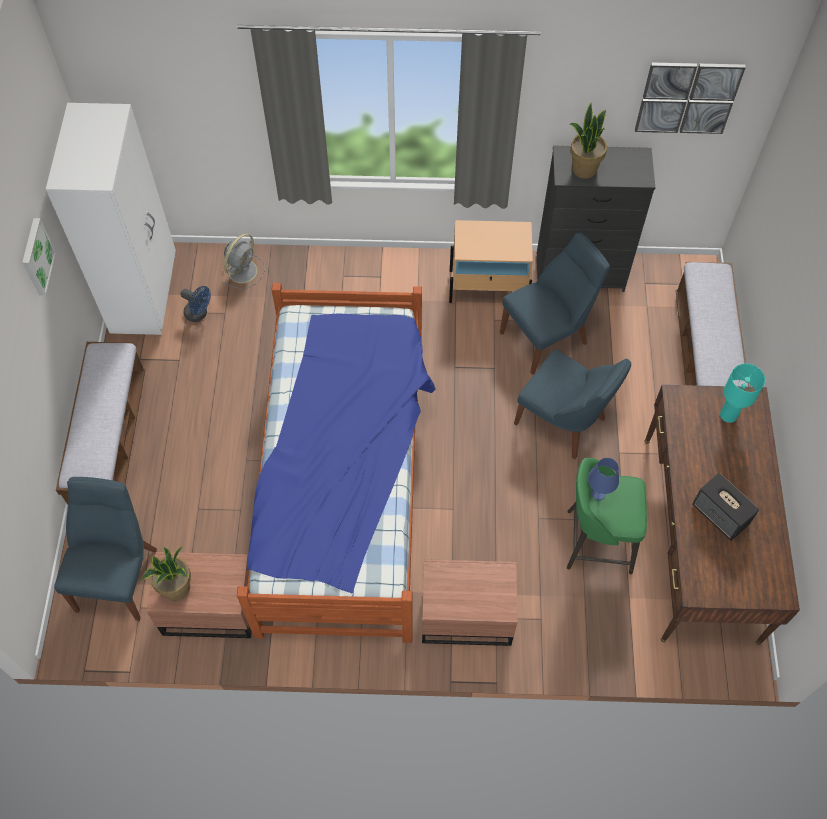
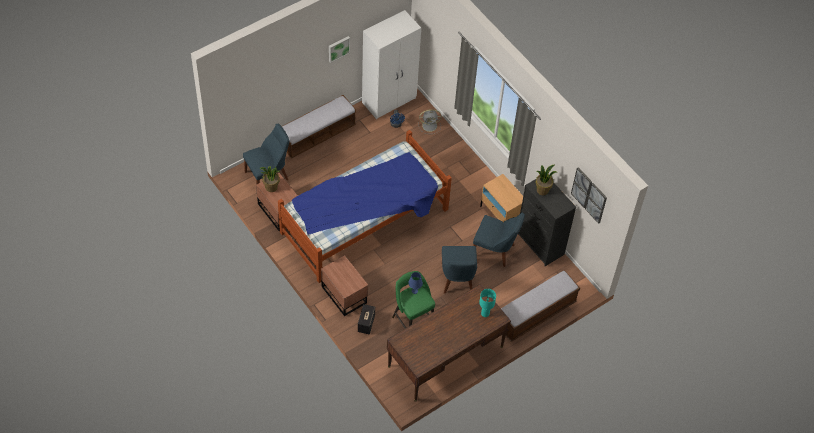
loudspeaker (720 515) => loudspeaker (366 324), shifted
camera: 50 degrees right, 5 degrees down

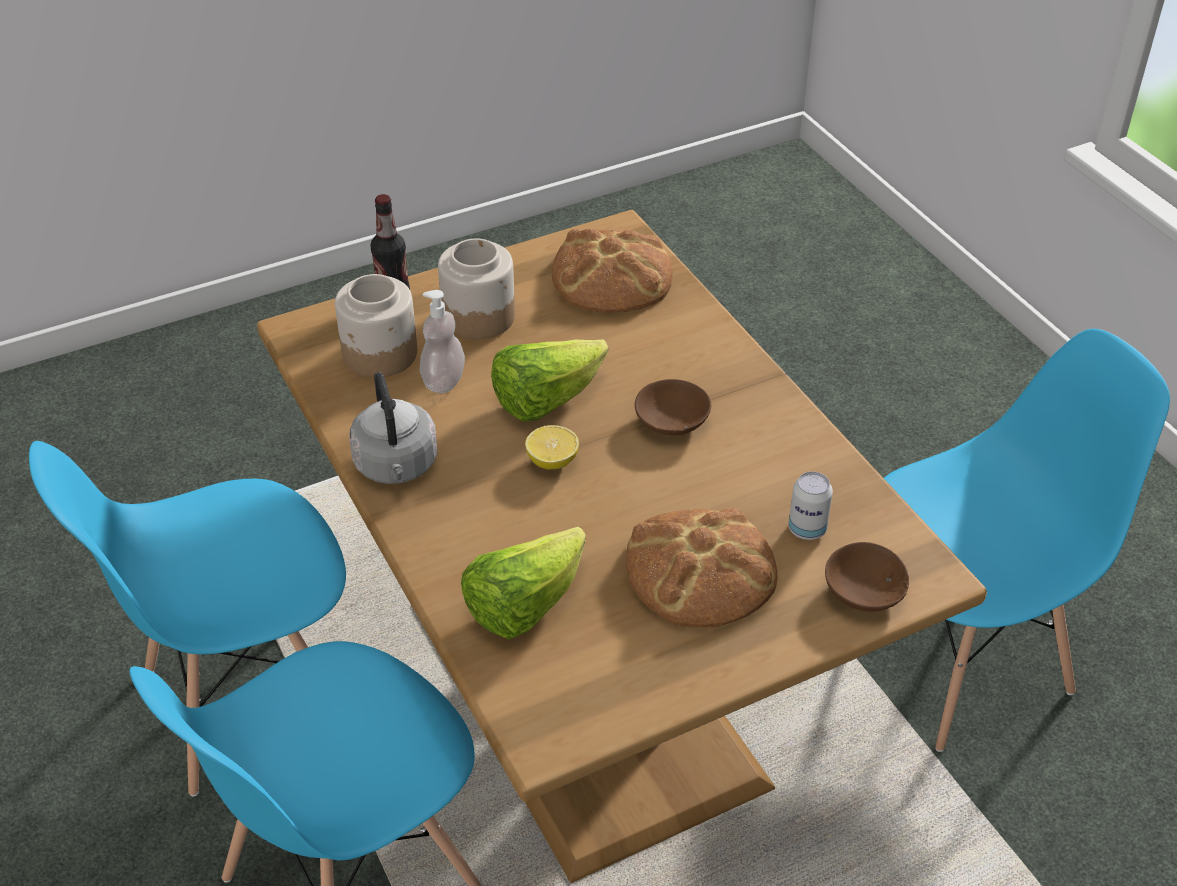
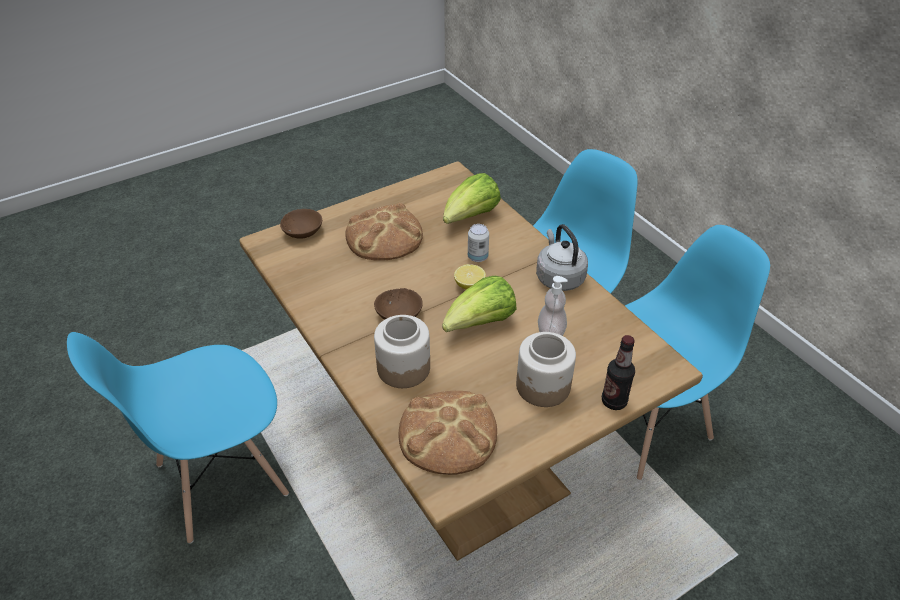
jar (380 354) => jar (403 368), shifted
can (807 529) => can (477 257), shifted
camera: 175 degrees right, 0 degrees up

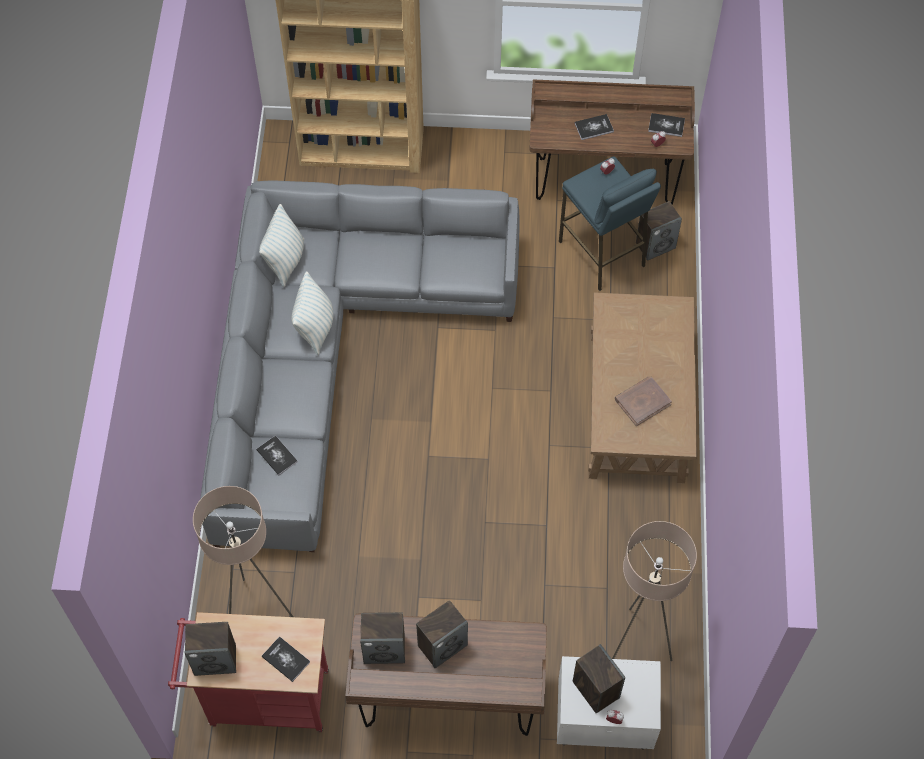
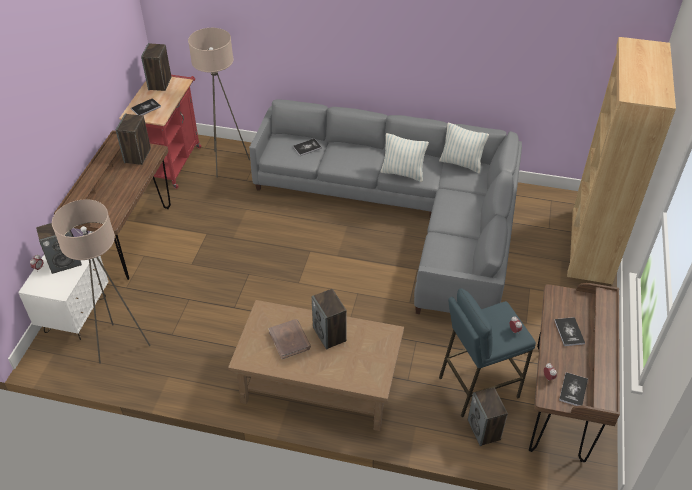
loudspeaker (442 645) => loudspeaker (330 334), shifted
camera: 100 degrees right, 15 degrees down

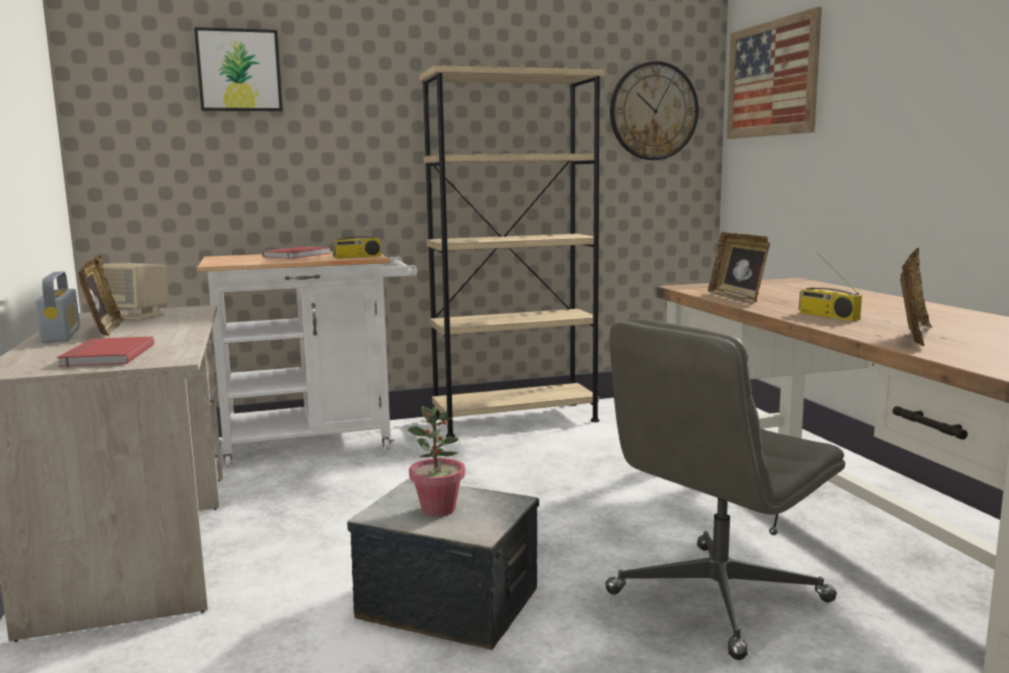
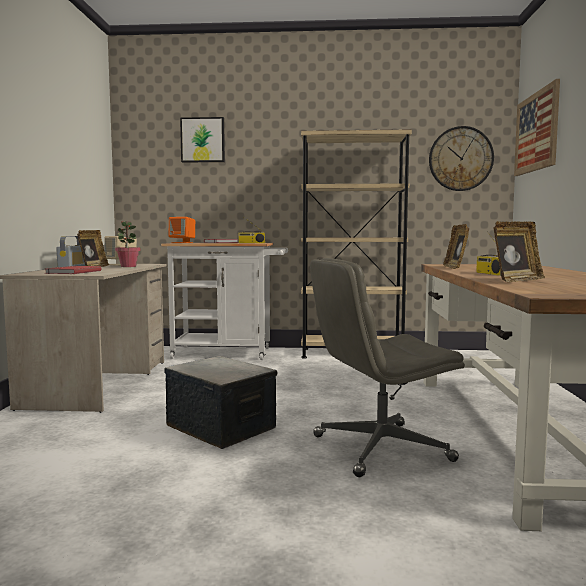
plant in a pot (438 510) => plant in a pot (128 266), shifted
nothing => loudspeaker in orangey (182 242)
camera: 20 degrees right, 5 degrees down

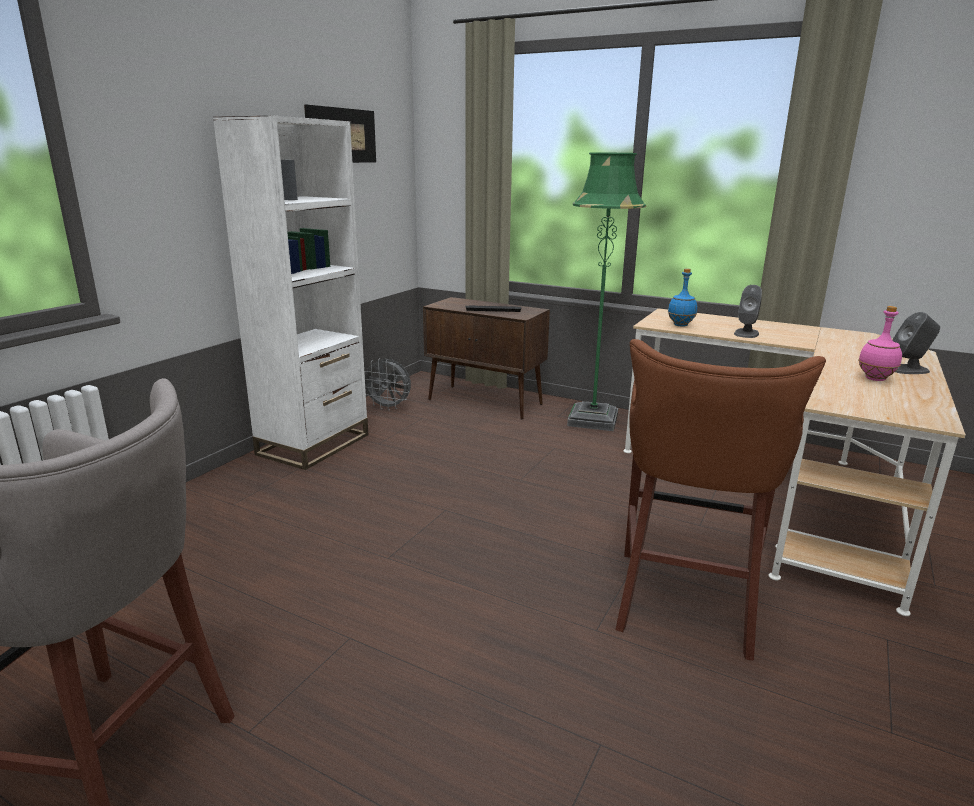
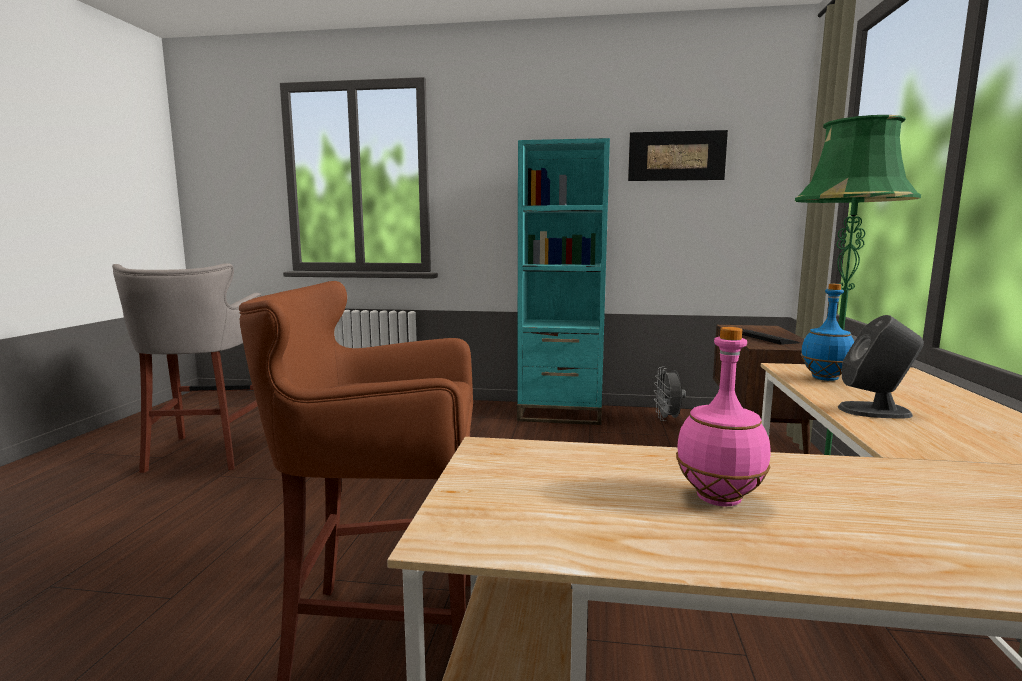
shelving unit in white (314 444) => shelving unit in blue-green (560 414)
loudspeaker in grey (908 369) => nothing
camera: 70 degrees right, 10 degrees down

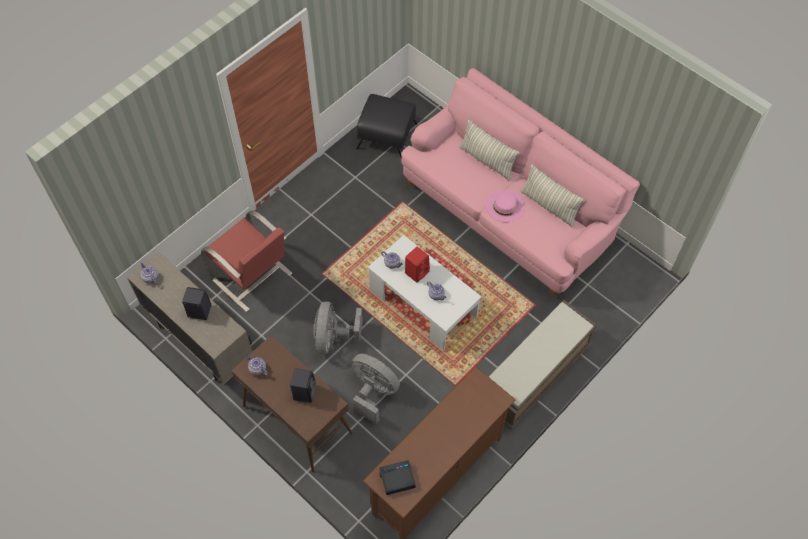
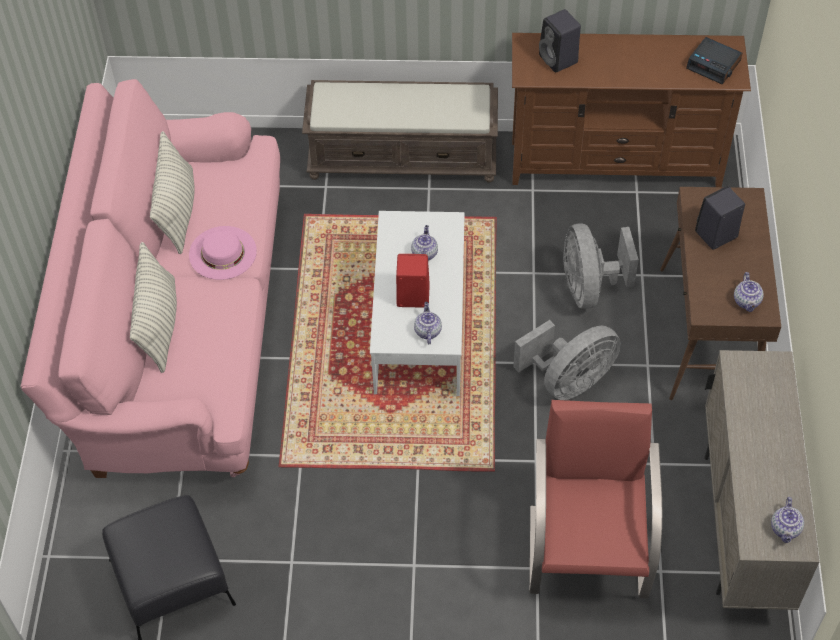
loudspeaker in black (198 311) => loudspeaker in black (559 60), shifted
camera: 130 degrees left, 5 degrees down

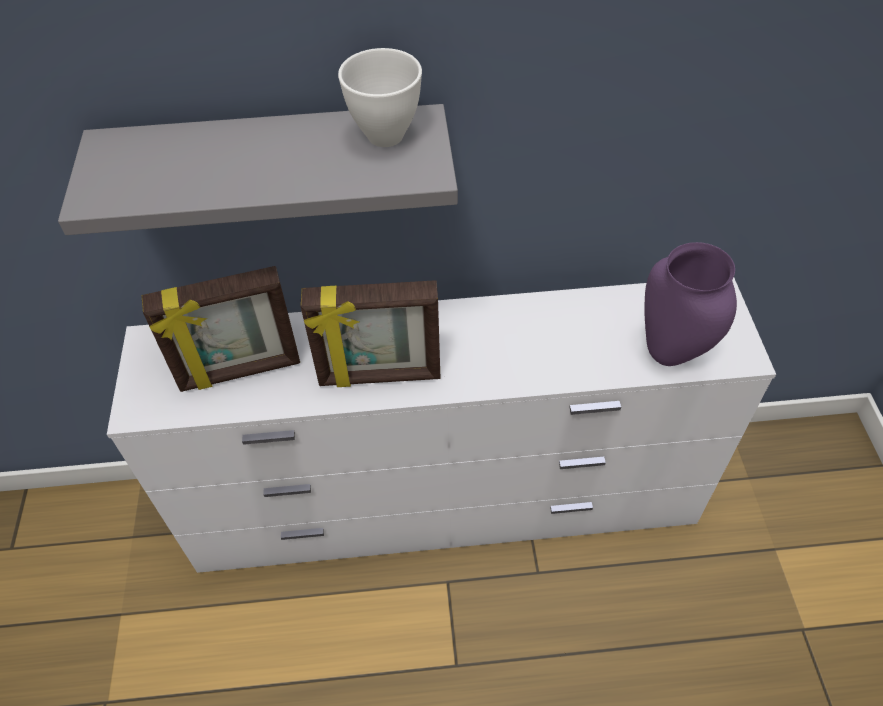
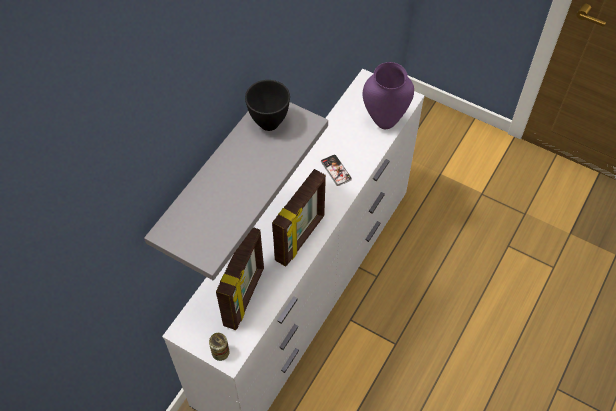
serving bowl in white (387 135) => serving bowl in black (268 122)
nothing => telephone (336 170)
nothing => can (220 353)
camera: 55 degrees left, 5 degrees up

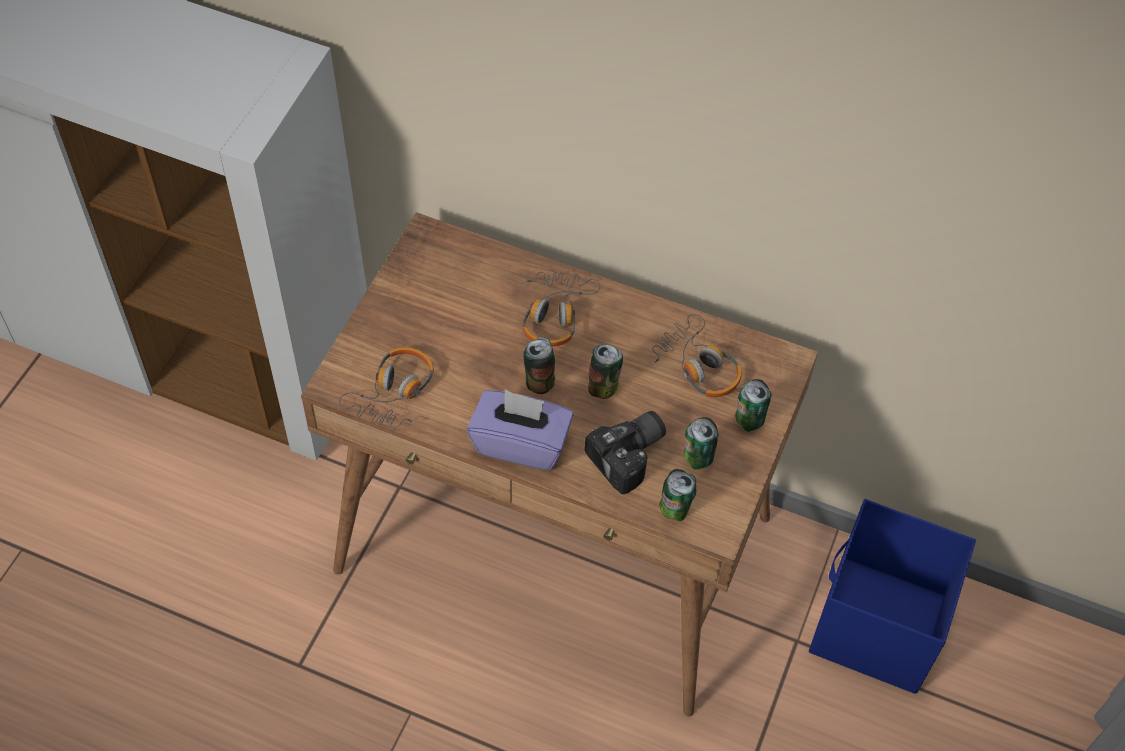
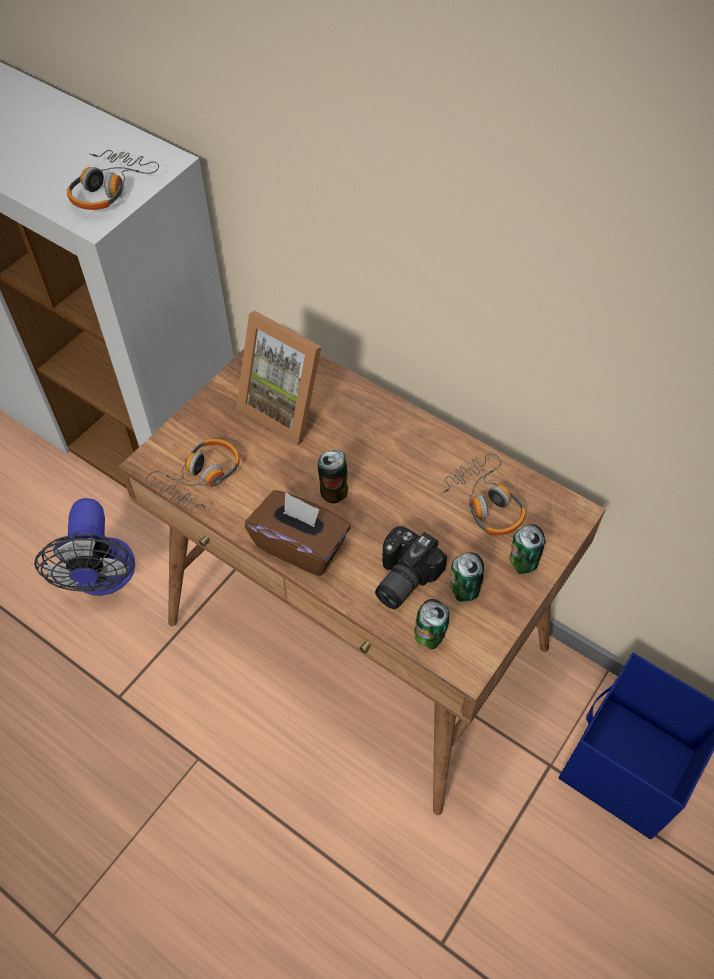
headphones (555 315) => headphones (109 189), shifted
can (604 387) => nothing
tissue holder in purplish (521 443) => tissue holder in brownish (300 545)
still camera (631 457) => still camera (400 577), 150 degrees clockwise
nothing => photo frame (286 407)
nothing => electric fan (103 578)
camera: 15 degrees right, 0 degrees up

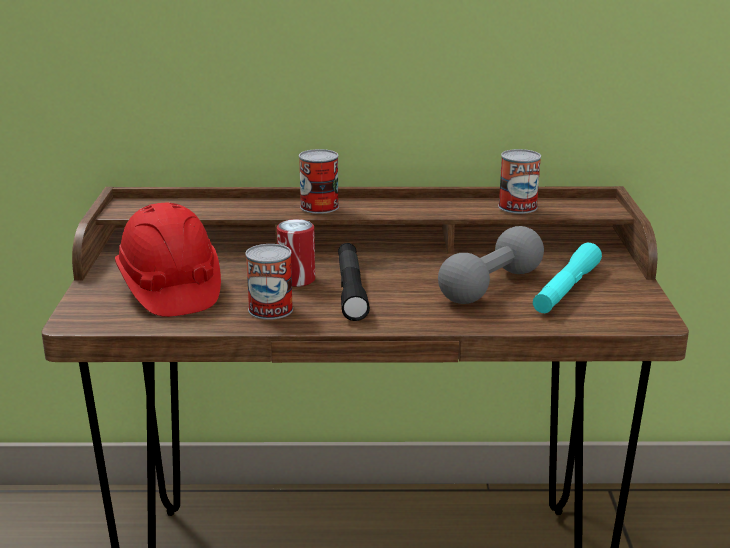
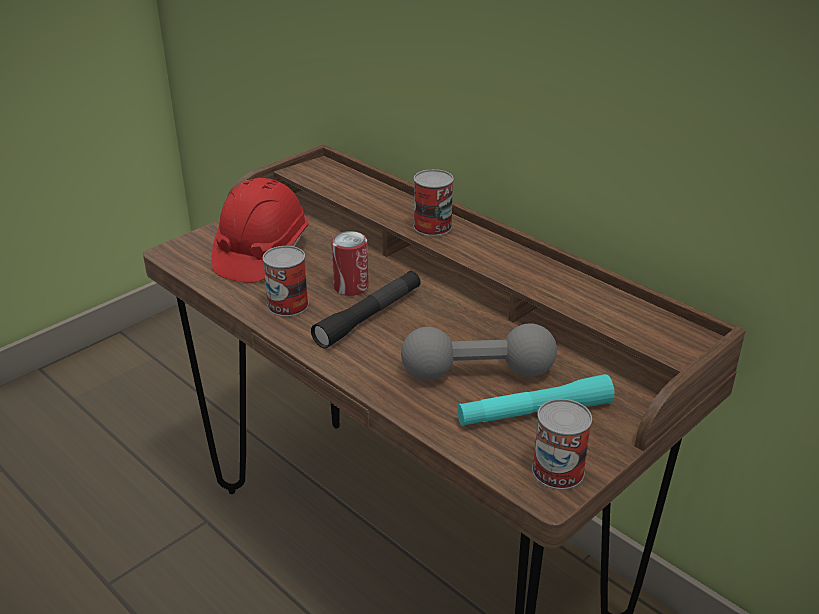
can (517 207) => can (558 471), shifted
camera: 45 degrees right, 10 degrees up

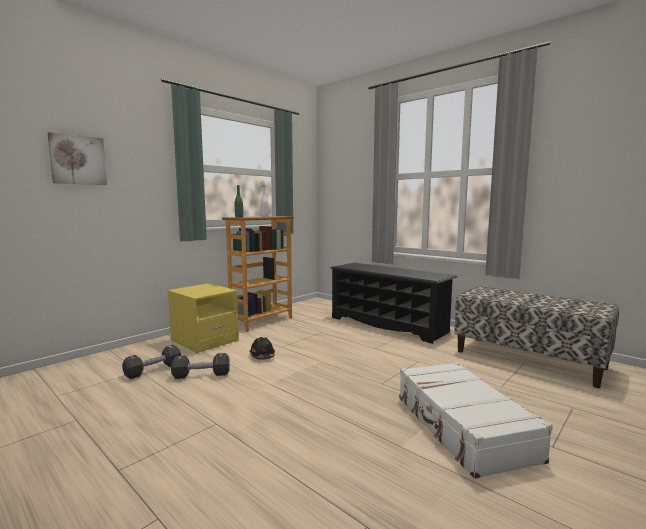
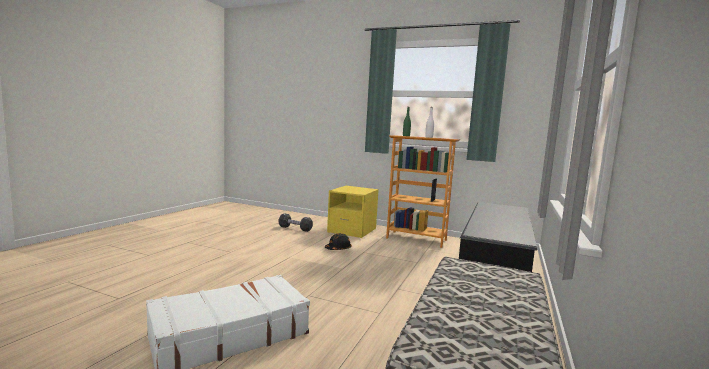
picture (78 160) => nothing
free weight in black (201 375) => nothing
camera: 70 degrees right, 0 degrees up

